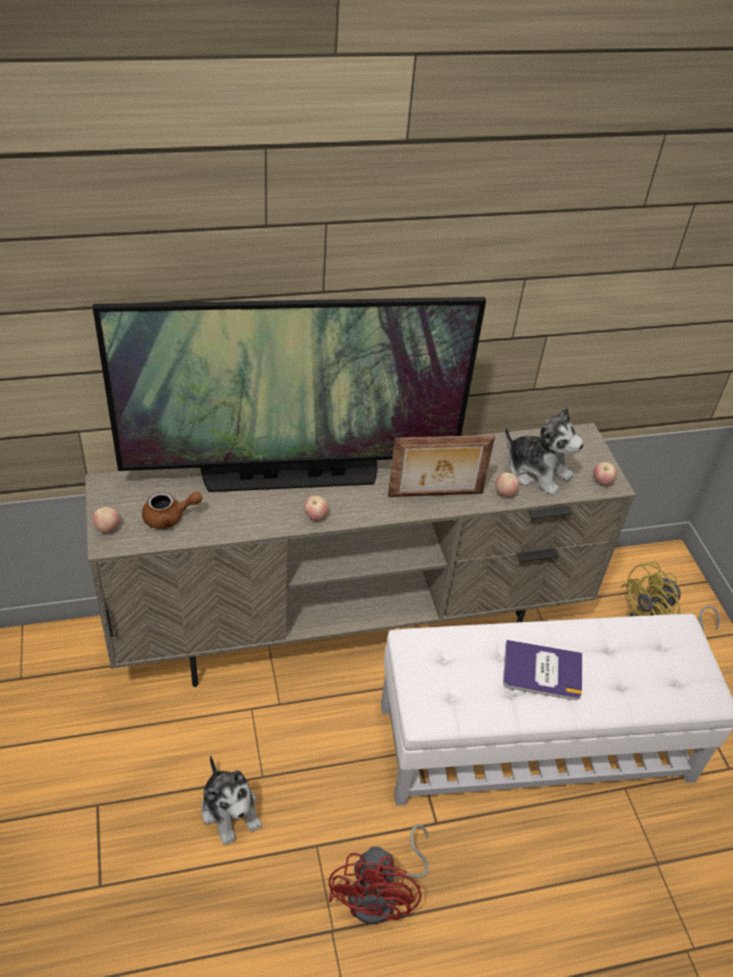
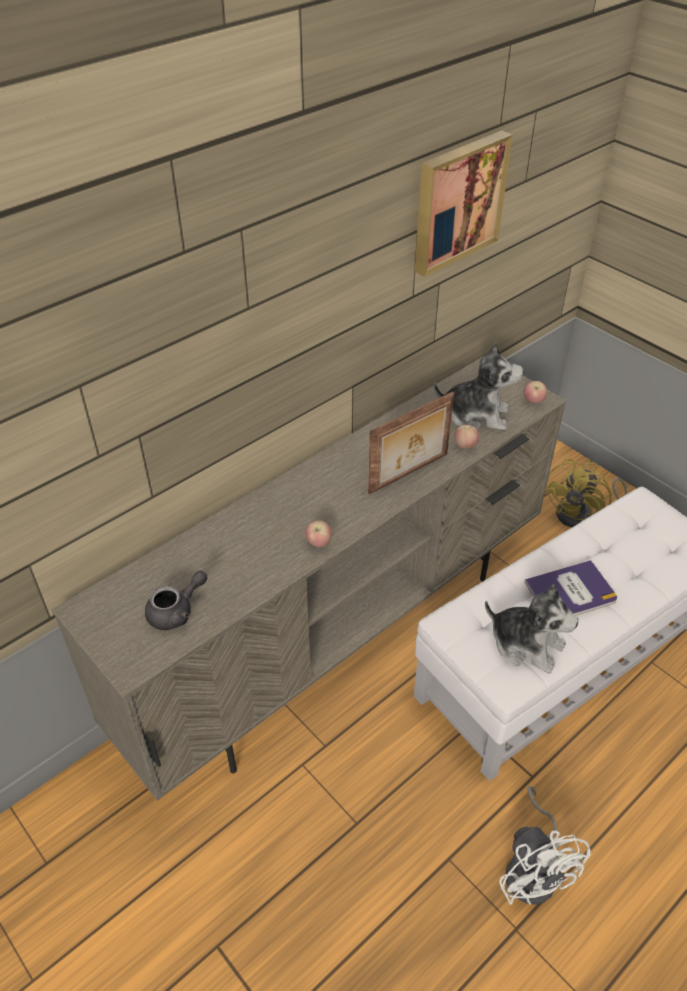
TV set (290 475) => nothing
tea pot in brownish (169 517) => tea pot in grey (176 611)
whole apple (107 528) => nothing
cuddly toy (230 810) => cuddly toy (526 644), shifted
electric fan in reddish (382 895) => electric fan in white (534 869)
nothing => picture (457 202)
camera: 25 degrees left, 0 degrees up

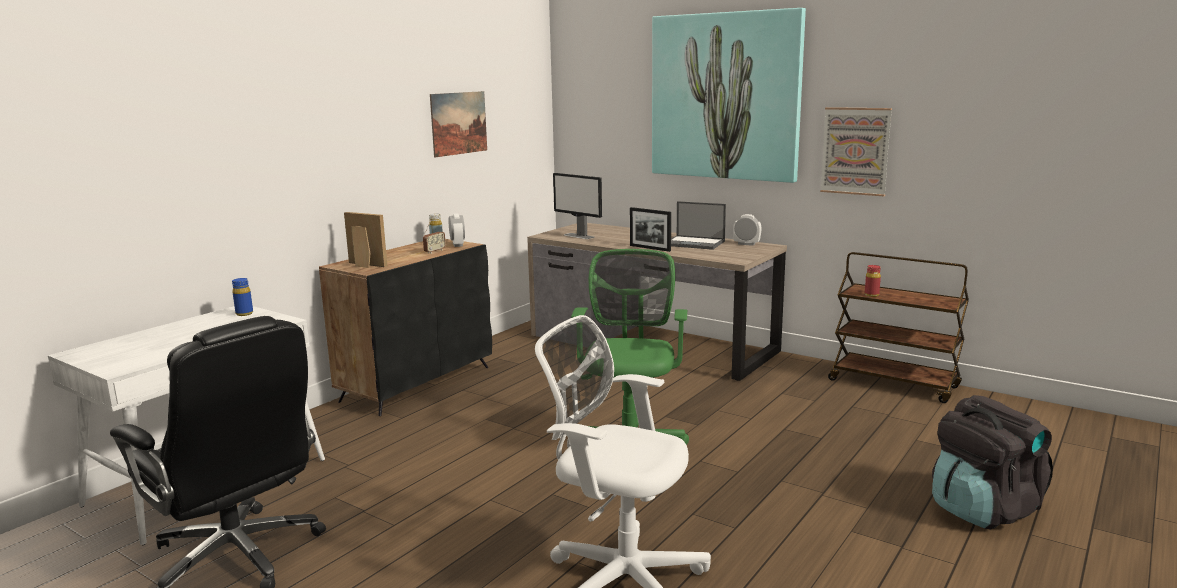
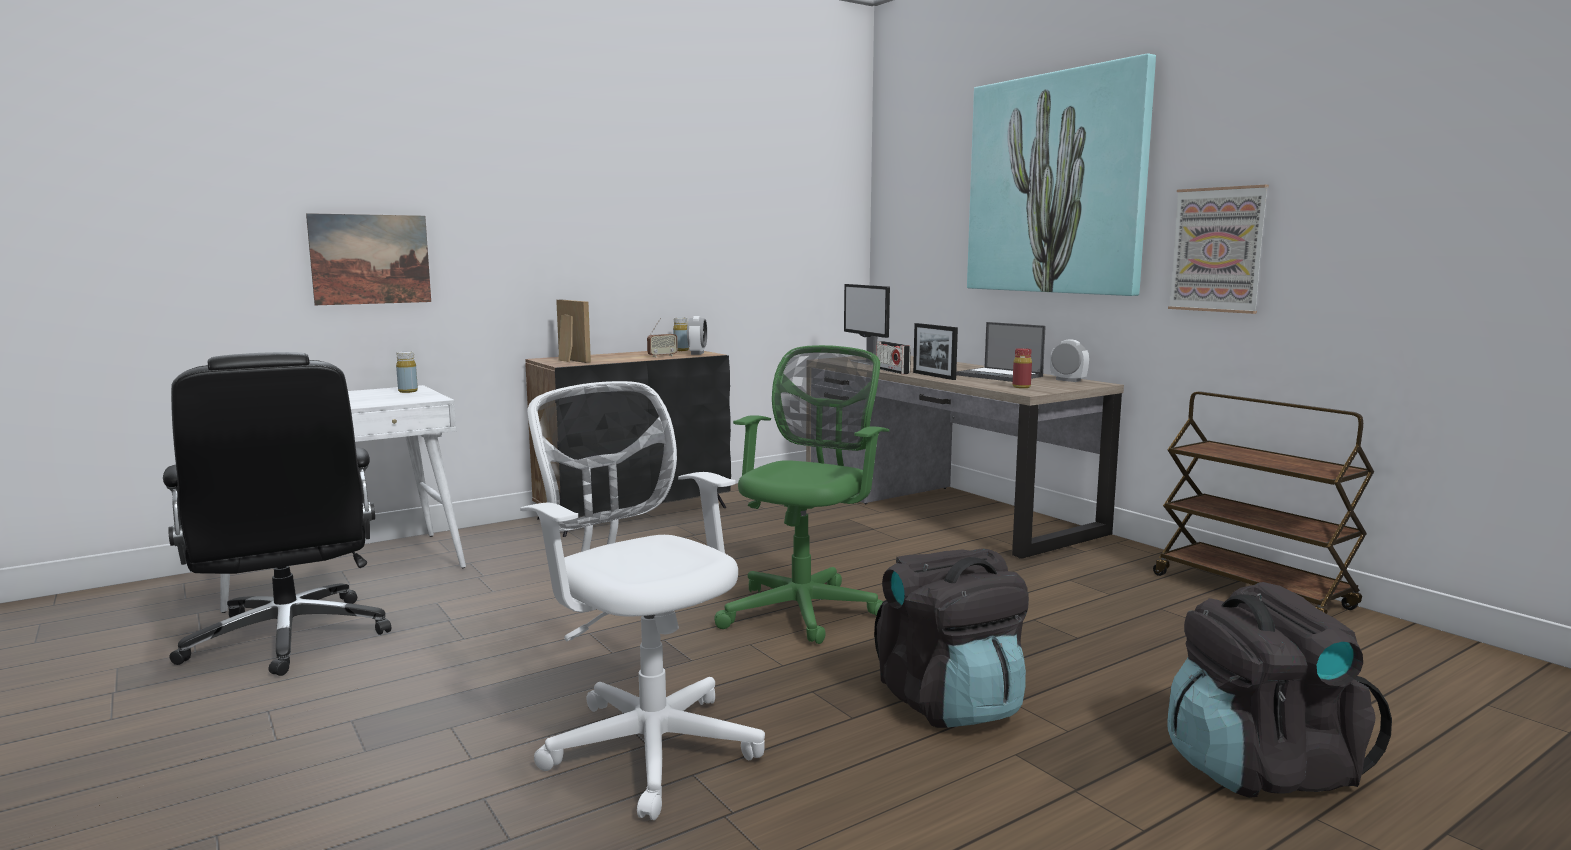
picture (459 123) => picture (370 259), shifted
beverage bottle in reddish (871 295) => beverage bottle in reddish (1021 387), shifted
beverage bottle in blue-coloured (244 314) => beverage bottle in yellow-coloured (408 391)
nothing => radio receiver (892 371)
nothing => rucksack in black (950 703)
camera: 20 degrees right, 5 degrees down

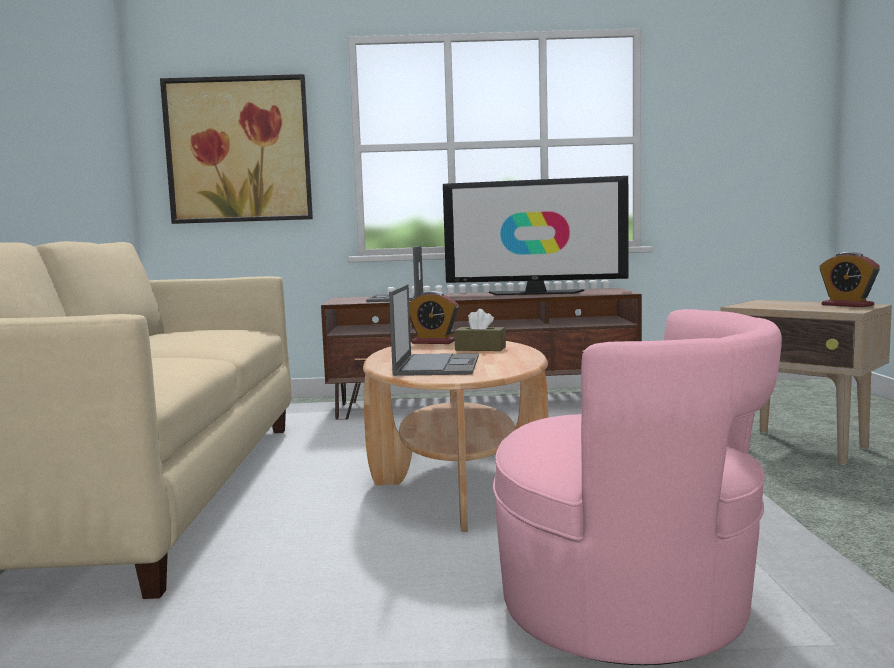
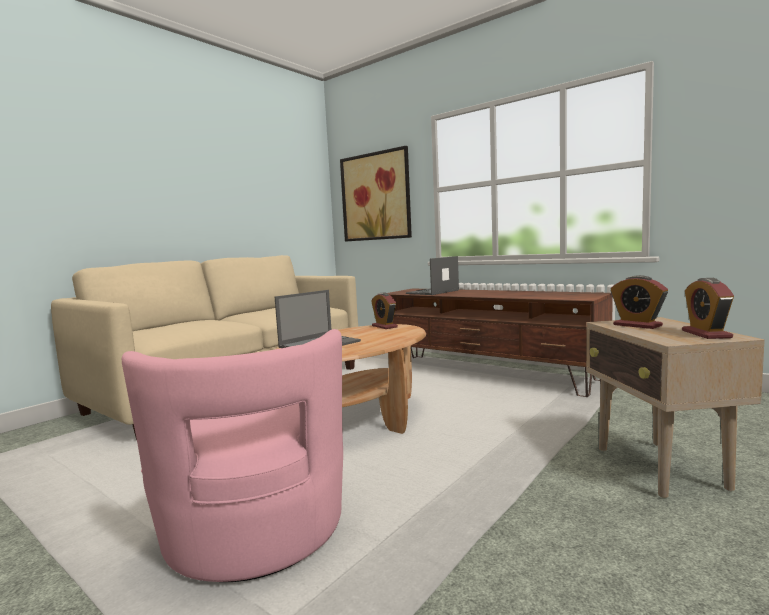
TV set (535 293) => nothing
tissue holder in brownish (480 349) => nothing
nothing => bedside clock (637 325)
camera: 40 degrees right, 0 degrees up

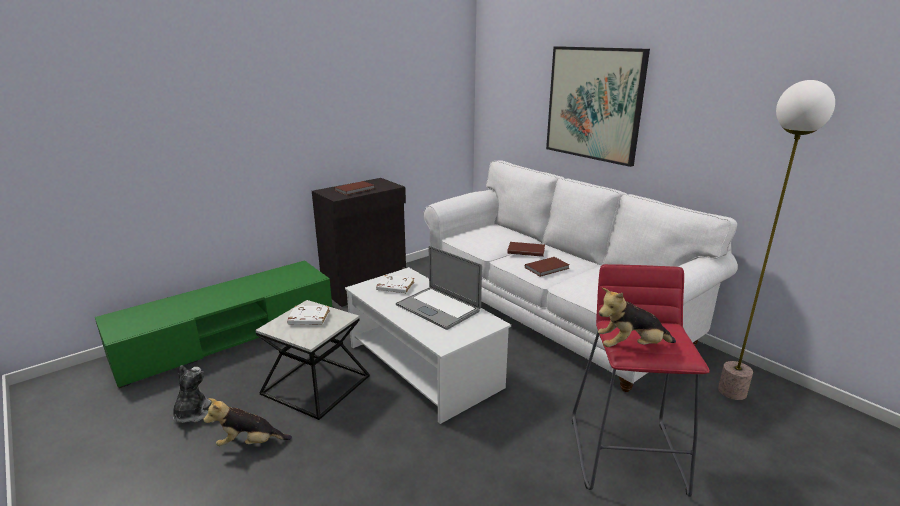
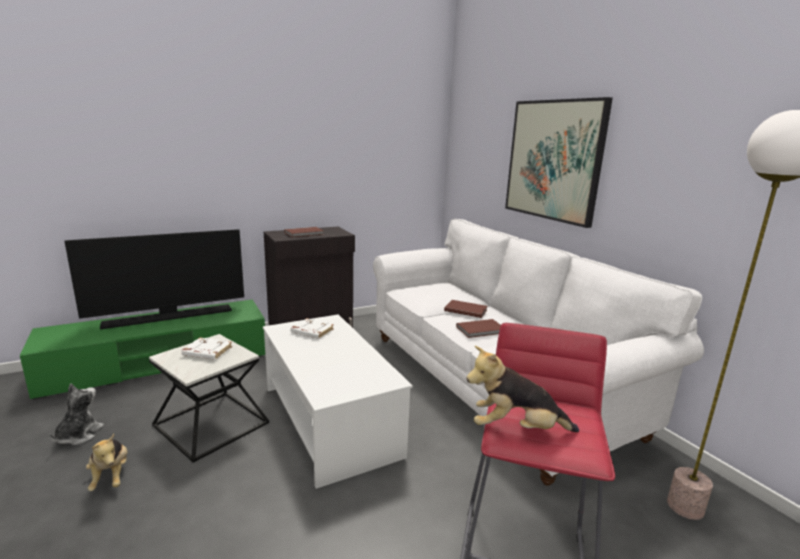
portable computer (438 308) => nothing
cuddly toy (250 443) => cuddly toy (111 476), 120 degrees counterclockwise
nothing => TV set (169 316)
camera: 10 degrees right, 5 degrees down

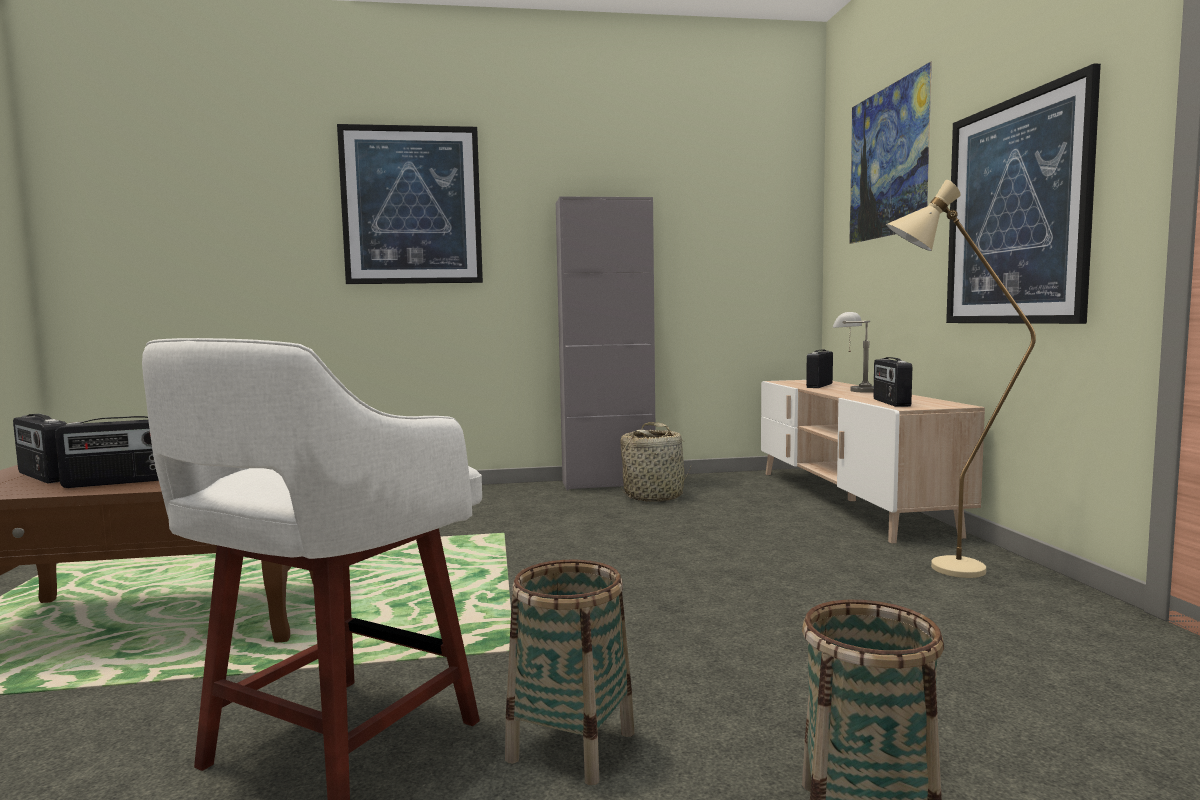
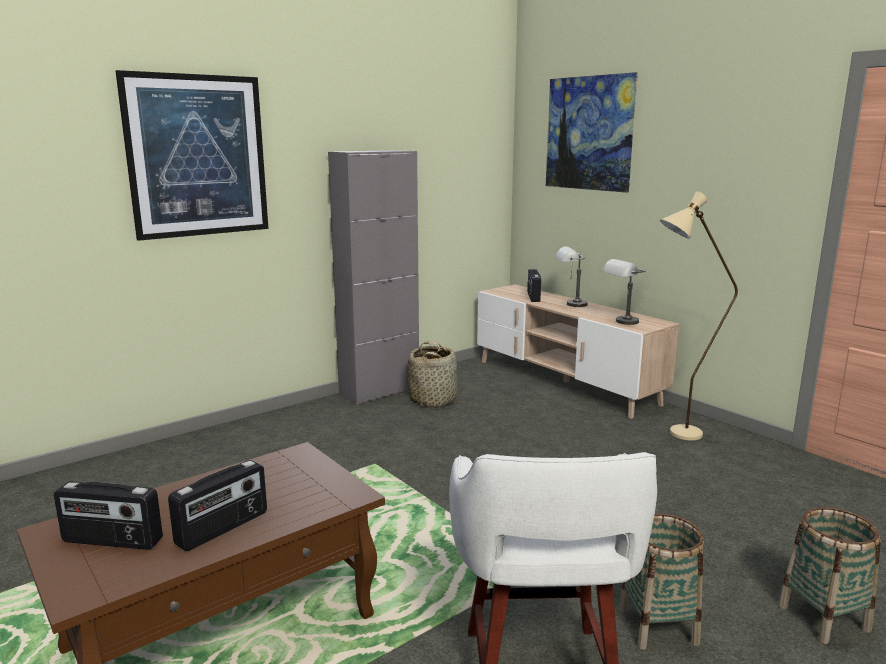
picture (1015 212) => nothing
radio receiver (890 402) => tabletop lamp in grey (621 323)
camera: 30 degrees left, 10 degrees up

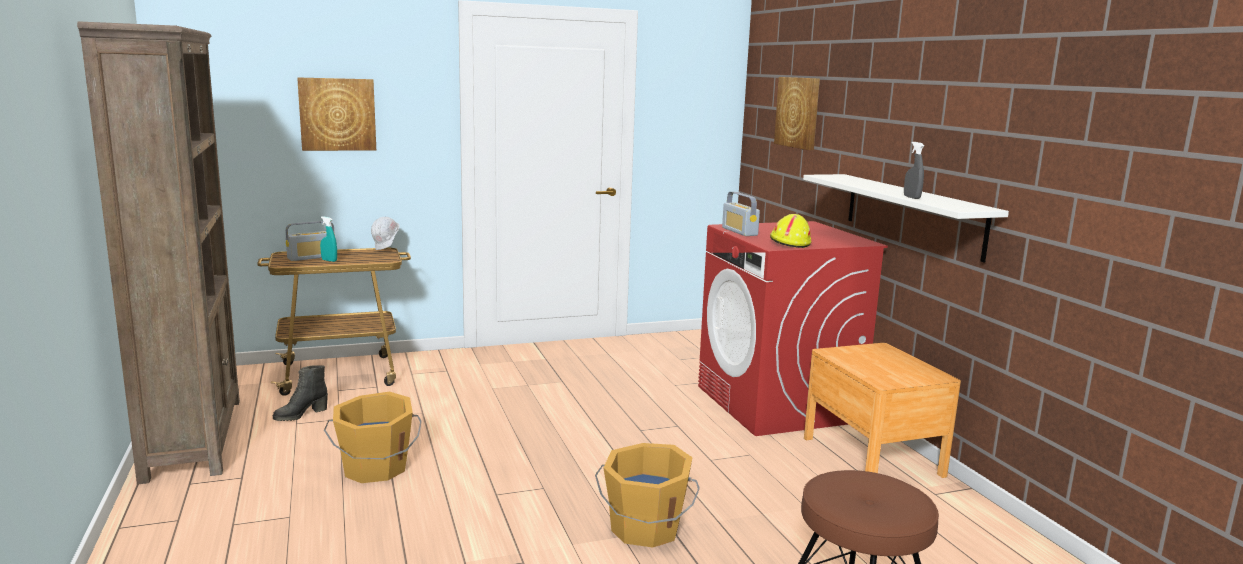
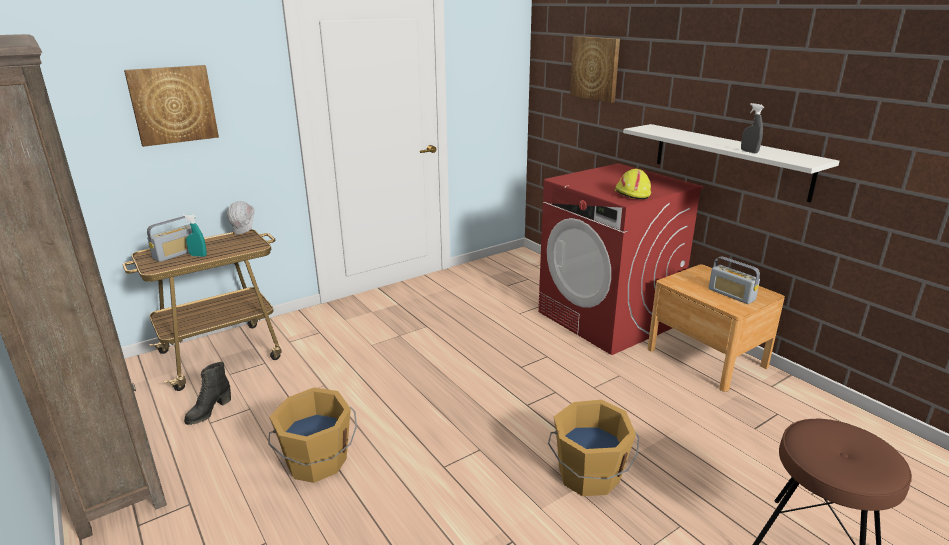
radio receiver (739 231) => radio receiver (731 295), shifted
camera: 15 degrees left, 10 degrees up

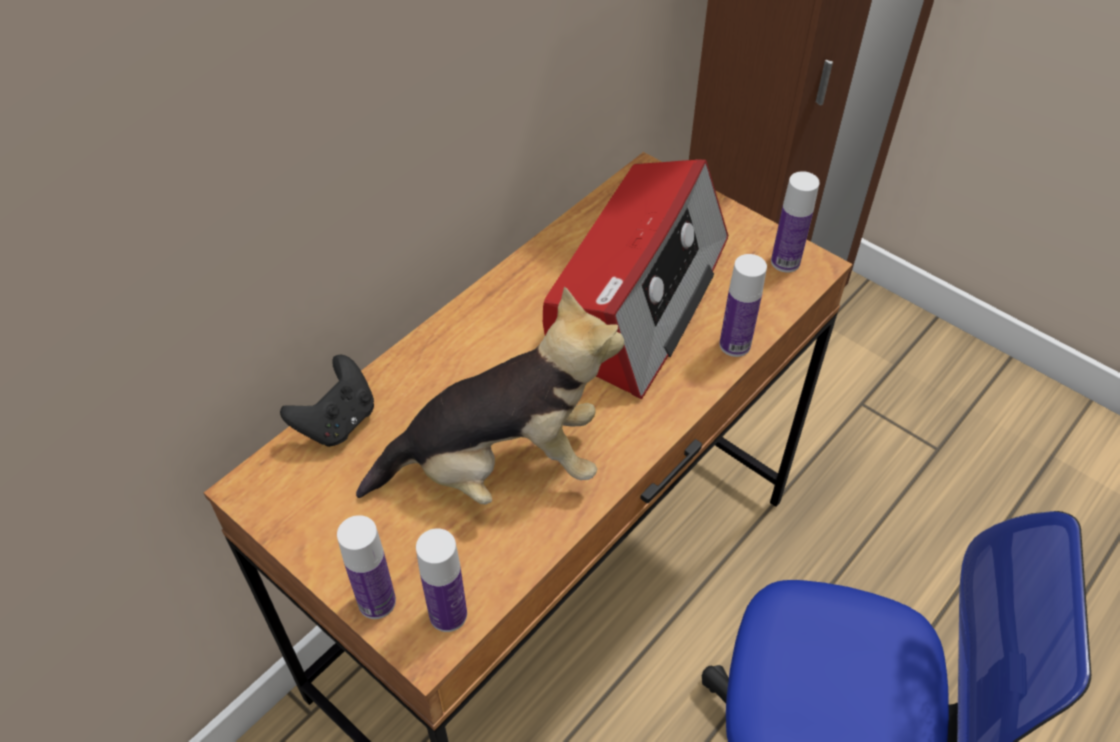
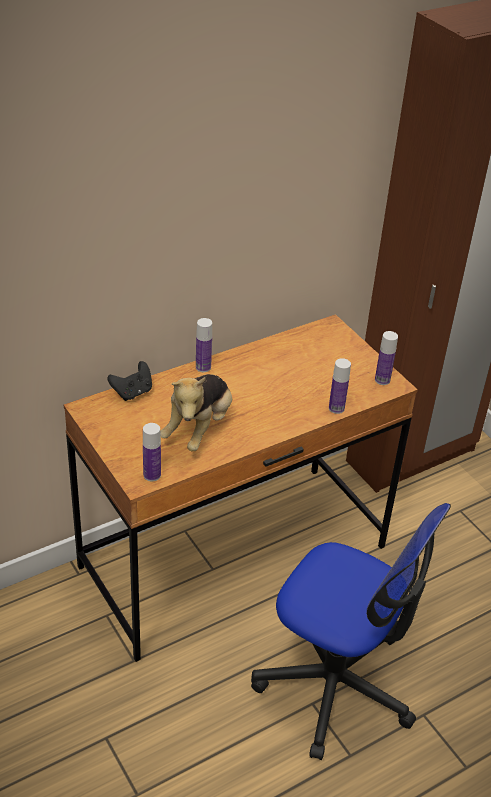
radio receiver (637 297) => nothing
cuddly toy (500 467) => cuddly toy (199 428), 105 degrees clockwise
beverage bottle (377 602) => beverage bottle (203 367), shifted
camera: 15 degrees right, 10 degrees down

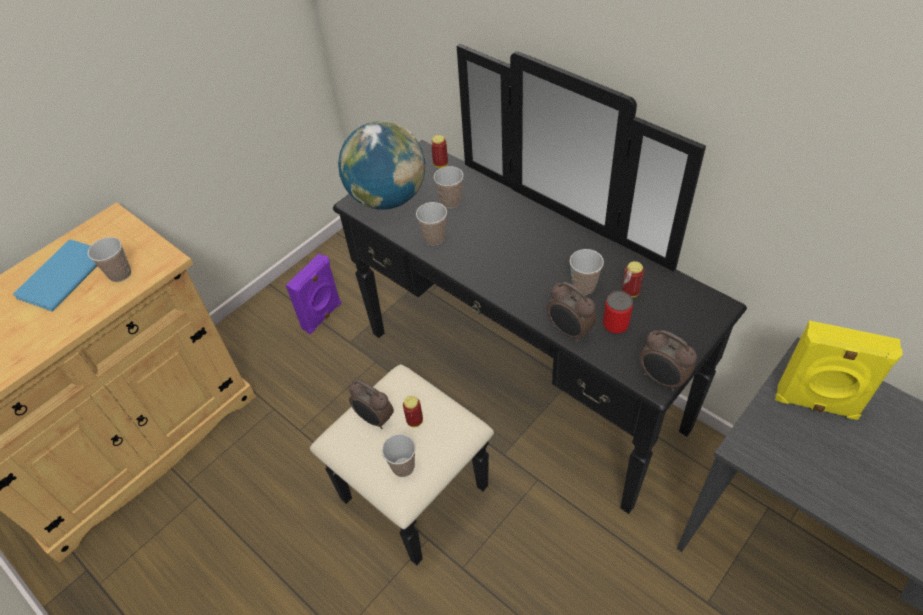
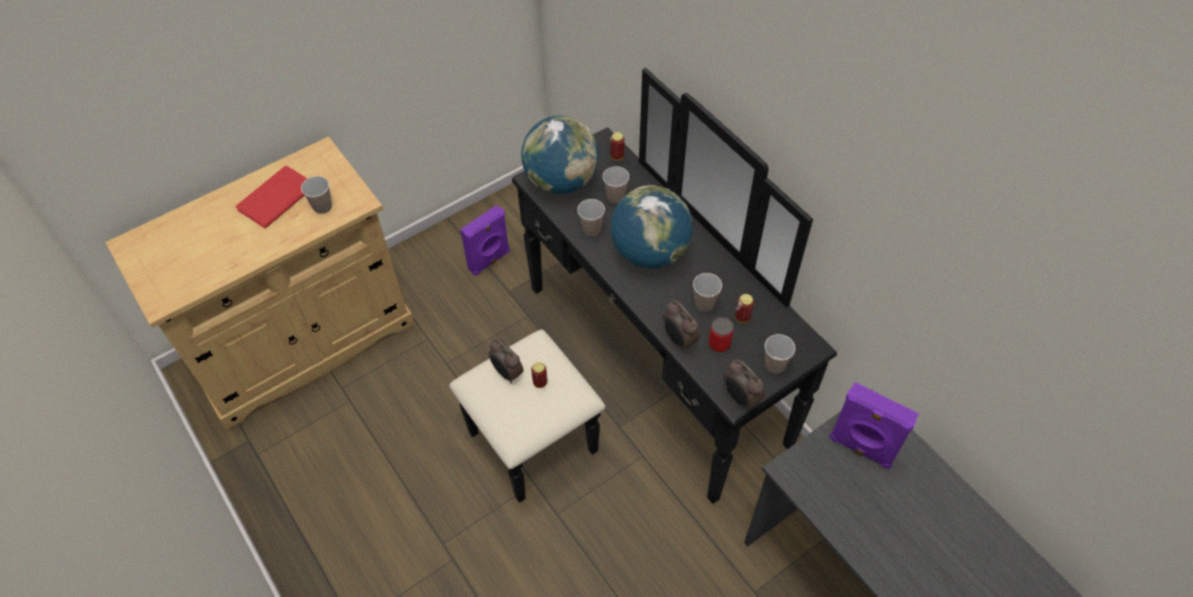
bound book in blue-coloured (60 277) => bound book in reddish (274 198)
loudspeaker in yellow-coloured (816 404) => loudspeaker in purplish (861 449)
drinking cup (403 467) => drinking cup (775 365), shifted
nothing => globe (650 252)
camera: 10 degrees right, 5 degrees up

